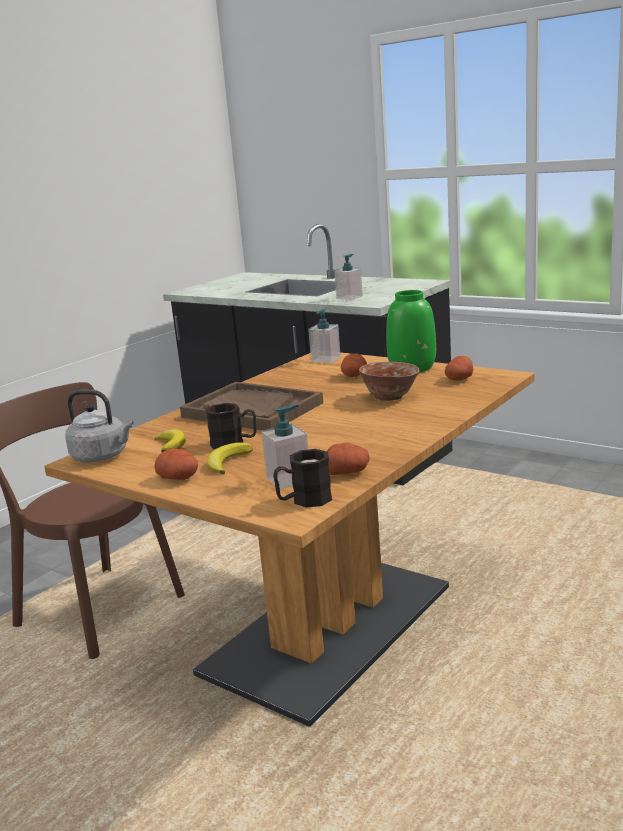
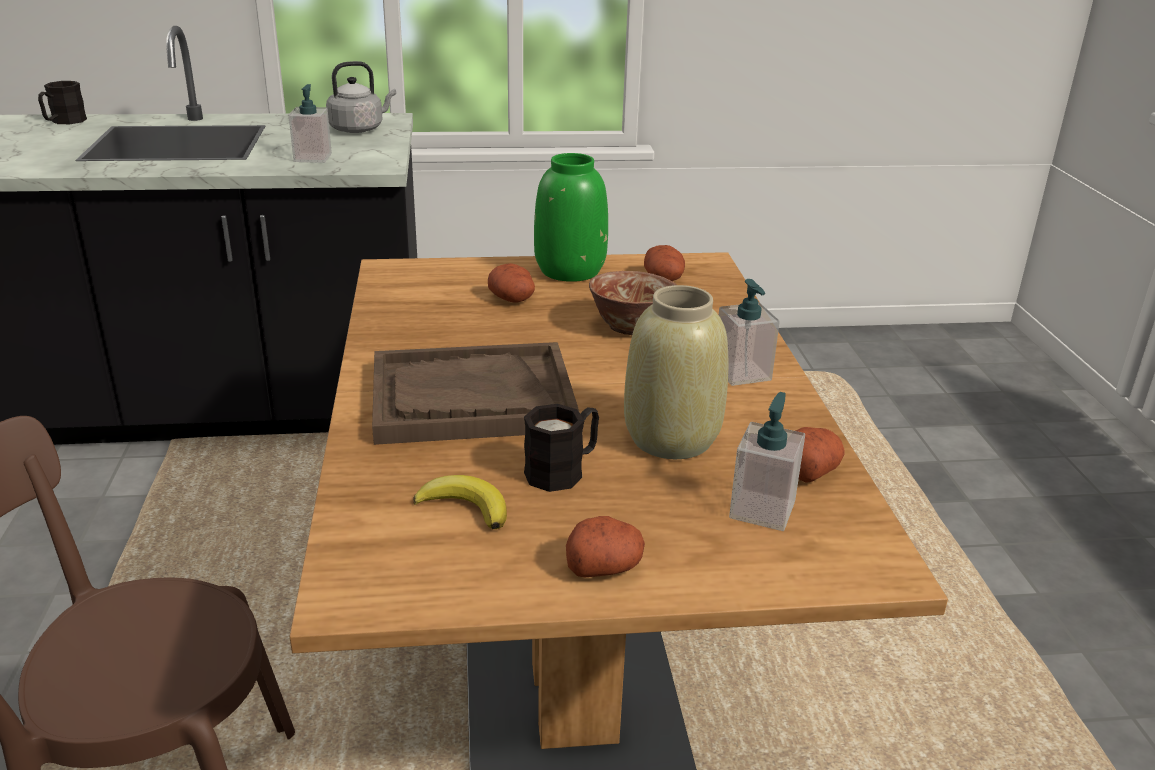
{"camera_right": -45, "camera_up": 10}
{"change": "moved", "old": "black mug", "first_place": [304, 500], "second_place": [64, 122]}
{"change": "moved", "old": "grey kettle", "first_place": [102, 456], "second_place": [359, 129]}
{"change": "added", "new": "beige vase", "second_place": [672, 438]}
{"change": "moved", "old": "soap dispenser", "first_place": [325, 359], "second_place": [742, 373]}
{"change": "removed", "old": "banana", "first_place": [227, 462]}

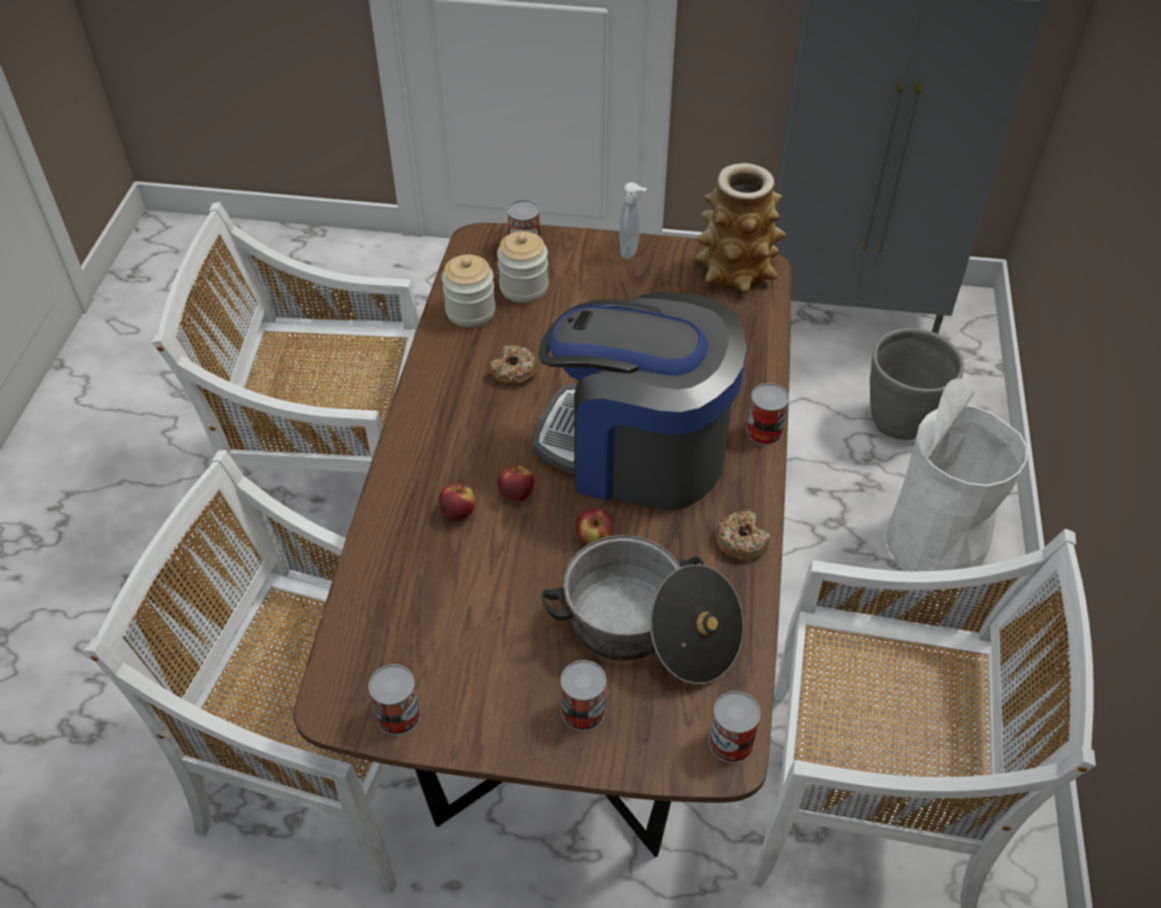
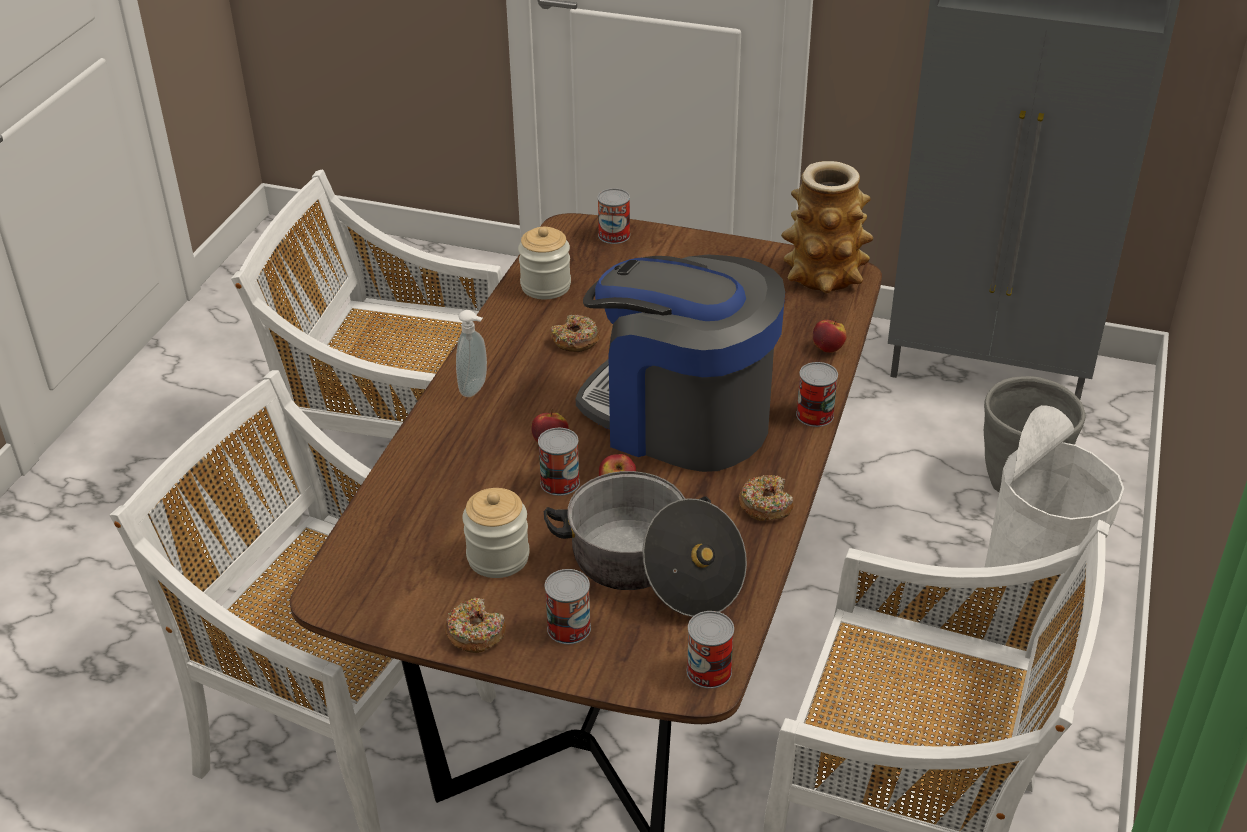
{"camera_right": 10, "camera_up": -10}
{"change": "added", "new": "donut", "second_place": [475, 633]}
{"change": "moved", "old": "soap dispenser", "first_place": [631, 251], "second_place": [475, 389]}
{"change": "moved", "old": "jar", "first_place": [524, 287], "second_place": [498, 557]}
{"change": "moved", "old": "can", "first_place": [398, 715], "second_place": [560, 482]}
{"change": "moved", "old": "apple", "first_place": [458, 513], "second_place": [828, 348]}

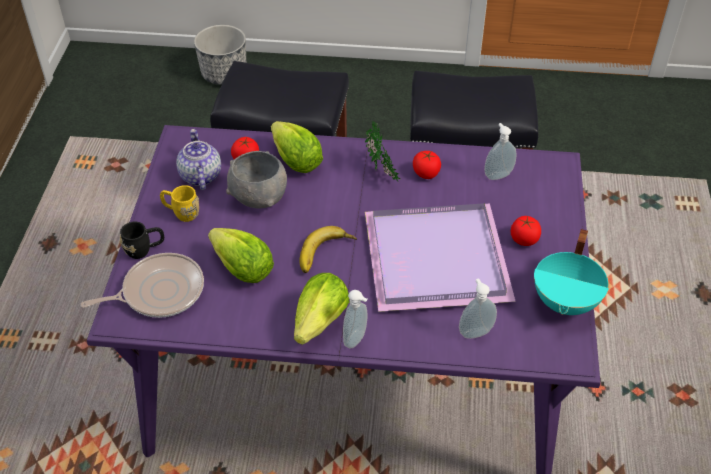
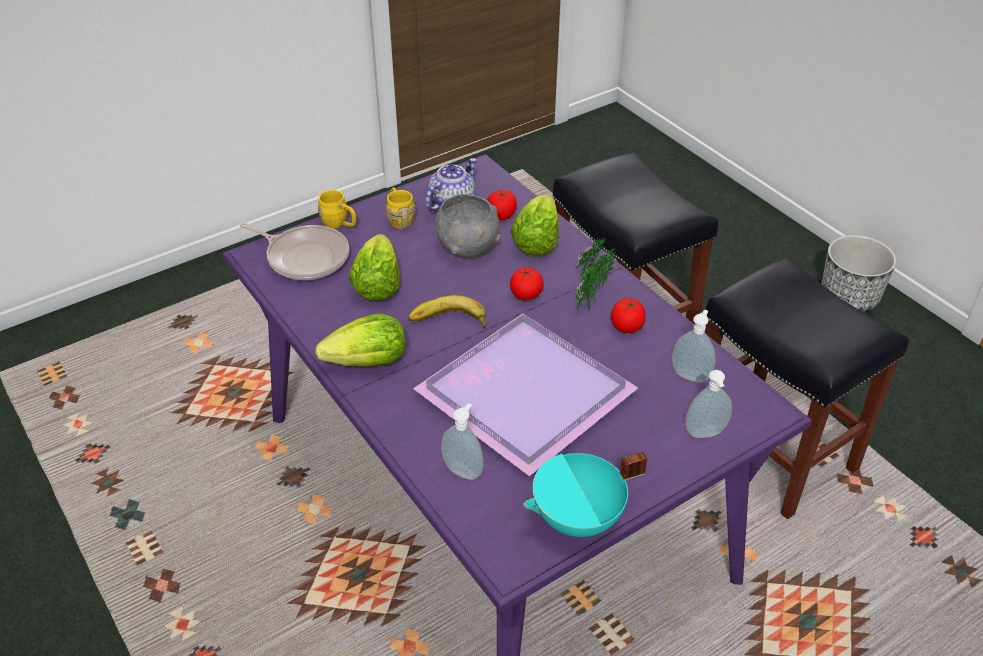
{"camera_right": 50, "camera_up": -5}
{"change": "recoloured", "old": "black mug", "new": "yellow mug", "first_place": [144, 249], "second_place": [339, 224]}
{"change": "moved", "old": "tomato", "first_place": [524, 239], "second_place": [526, 295]}
{"change": "moved", "old": "soap dispenser", "first_place": [356, 339], "second_place": [705, 434]}
{"change": "moved", "old": "planter", "first_place": [224, 74], "second_place": [849, 297]}

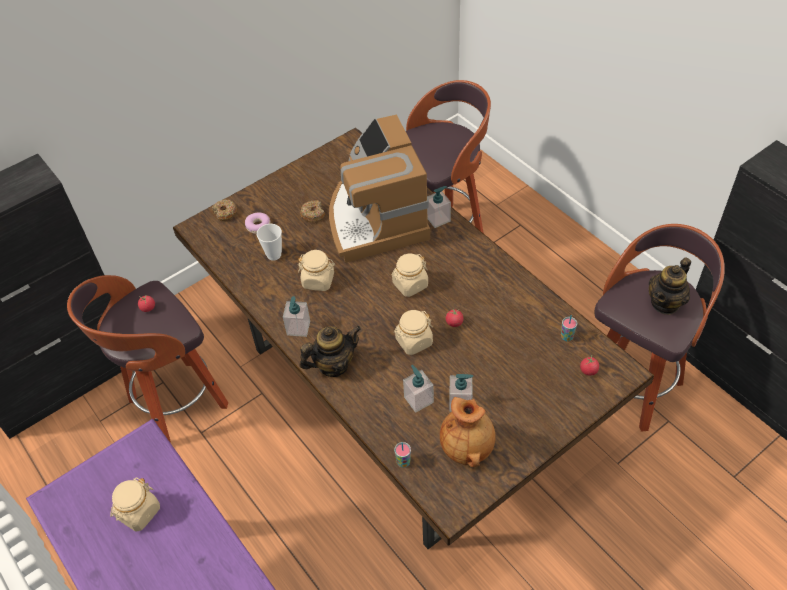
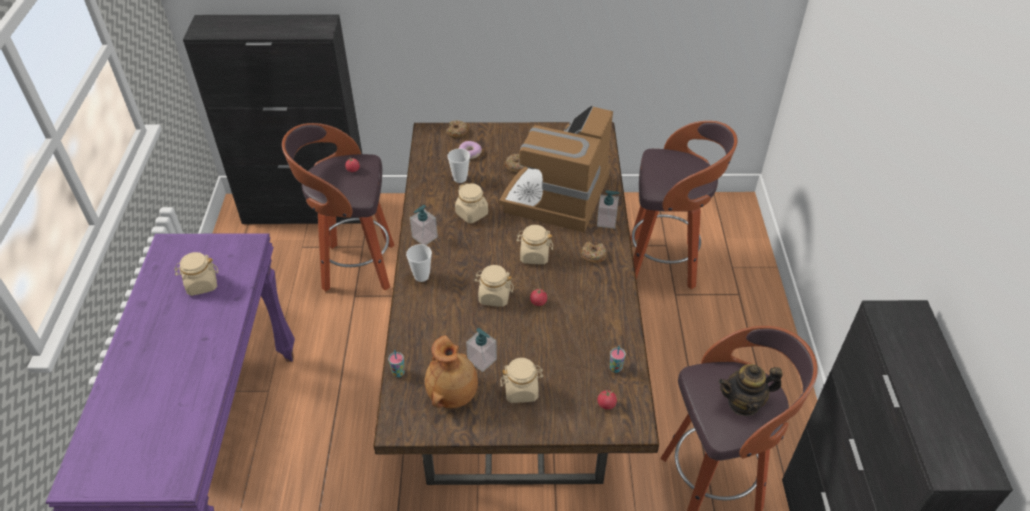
{"camera_right": 35, "camera_up": -5}
{"change": "replaced", "old": "teapot", "new": "cup", "first_place": [333, 365], "second_place": [421, 276]}
{"change": "added", "new": "beige jar", "second_place": [521, 390]}
{"change": "added", "new": "donut", "second_place": [593, 255]}
{"change": "removed", "old": "soap dispenser", "first_place": [418, 399]}

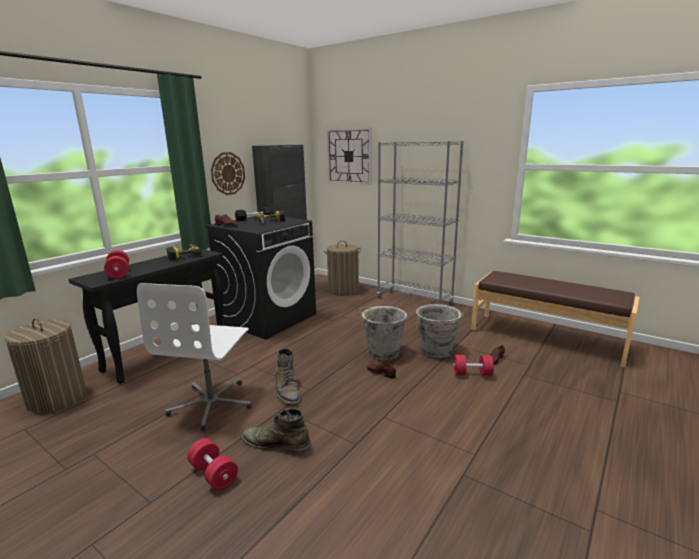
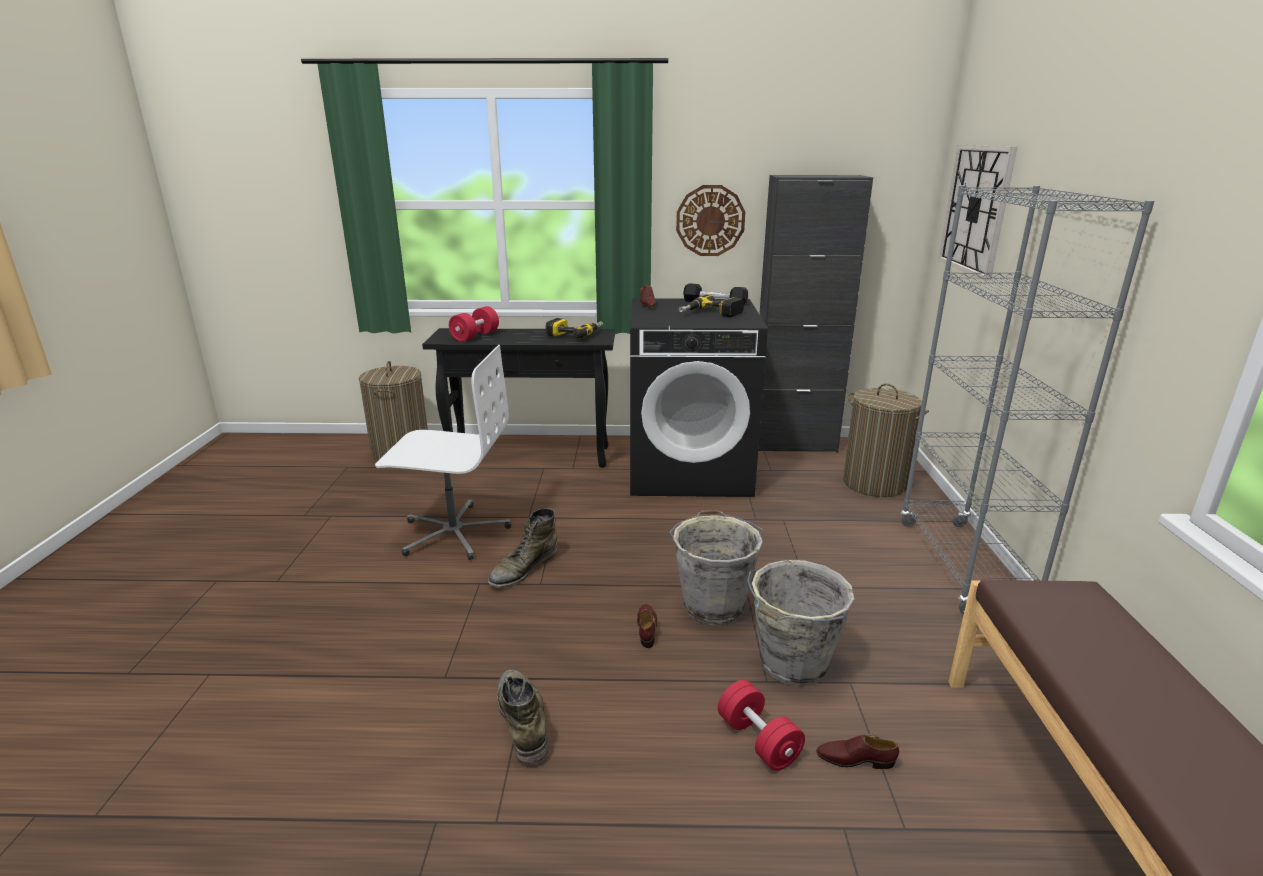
{"camera_right": 55, "camera_up": 5}
{"change": "turned", "old": "white office chair", "first_place": [212, 404], "second_place": [453, 533], "degrees": -150}
{"change": "moved", "old": "green boot", "first_place": [276, 443], "second_place": [522, 719]}
{"change": "removed", "old": "red dumbbell", "first_place": [213, 474]}

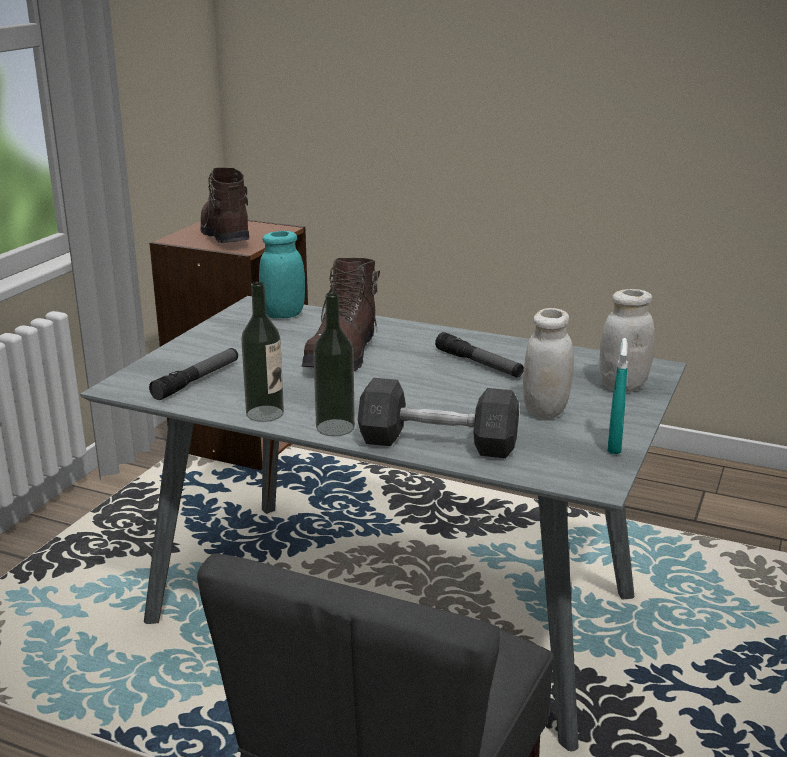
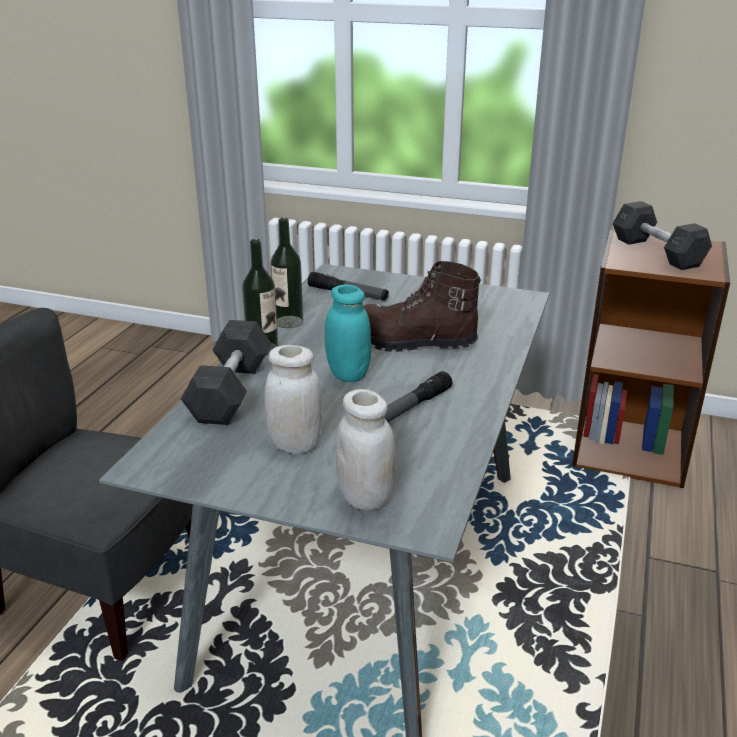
{"camera_right": 85, "camera_up": 5}
{"change": "moved", "old": "turquoise jar", "first_place": [283, 314], "second_place": [348, 374]}
{"change": "replaced", "old": "brown boot", "new": "grey dumbbell", "first_place": [224, 235], "second_place": [657, 252]}
{"change": "removed", "old": "turquoise spray bottle", "first_place": [614, 446]}

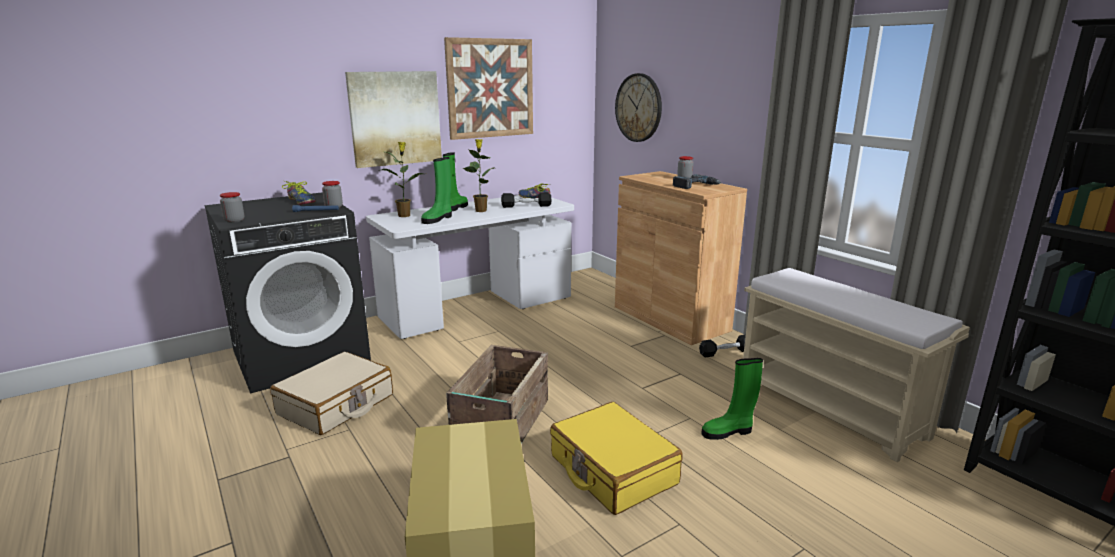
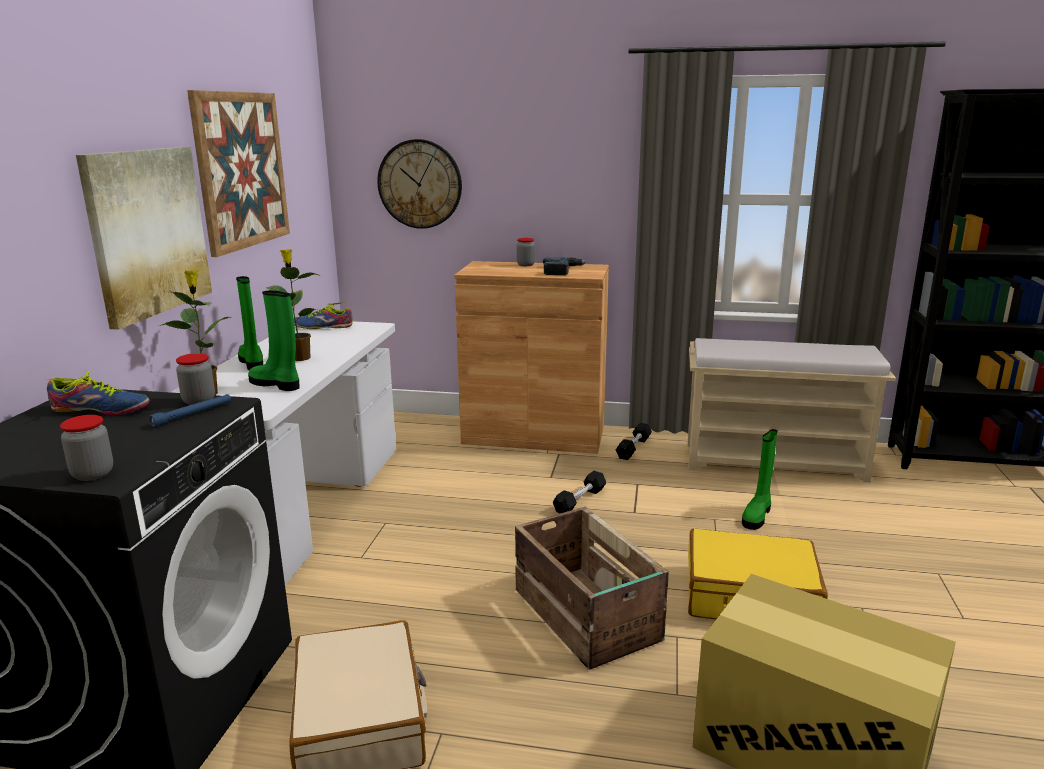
{"camera_right": -45, "camera_up": 0}
{"change": "turned", "old": "green boot", "first_place": [438, 219], "second_place": [276, 384], "degrees": 135}
{"change": "moved", "old": "black dumbbell", "first_place": [526, 206], "second_place": [580, 500]}

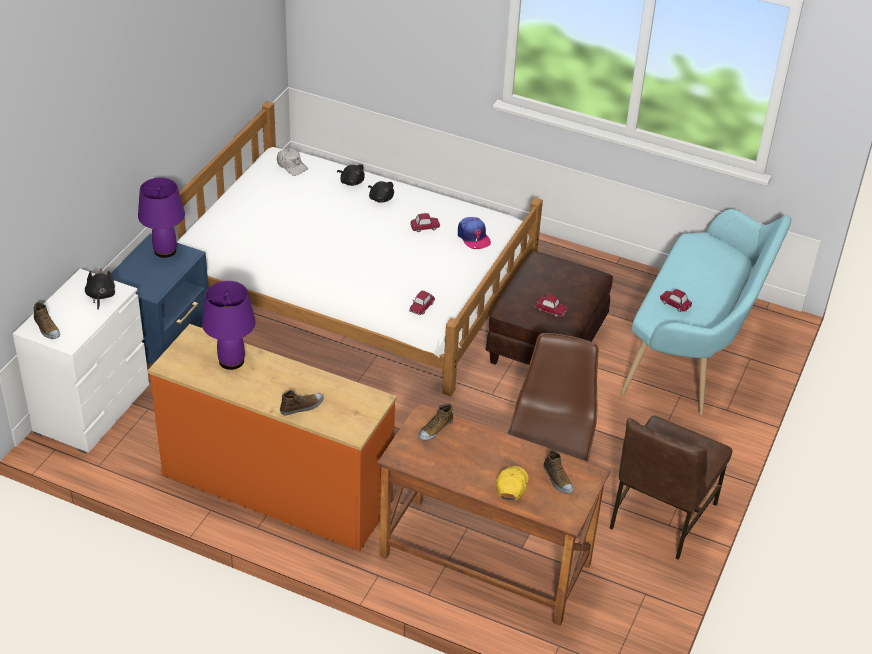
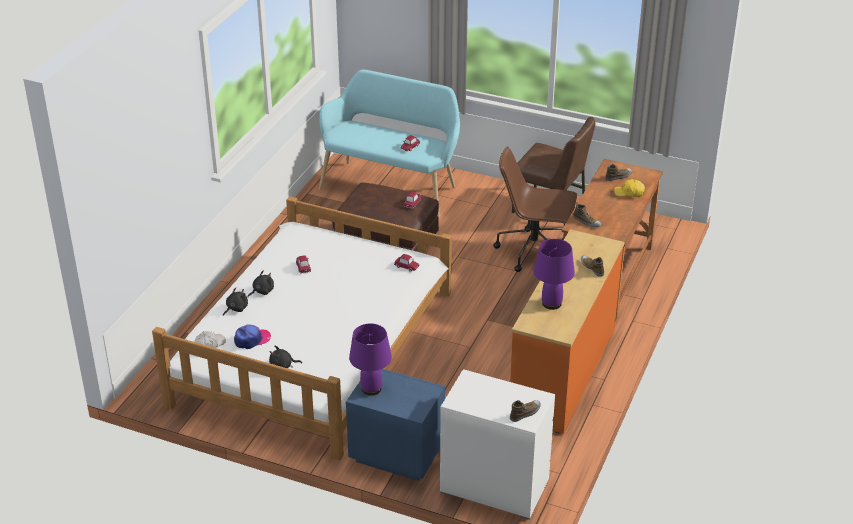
{"camera_right": -90, "camera_up": -5}
{"change": "moved", "old": "cap", "first_place": [473, 237], "second_place": [252, 340]}
{"change": "moved", "old": "black plush toy", "first_place": [100, 296], "second_place": [283, 366]}

